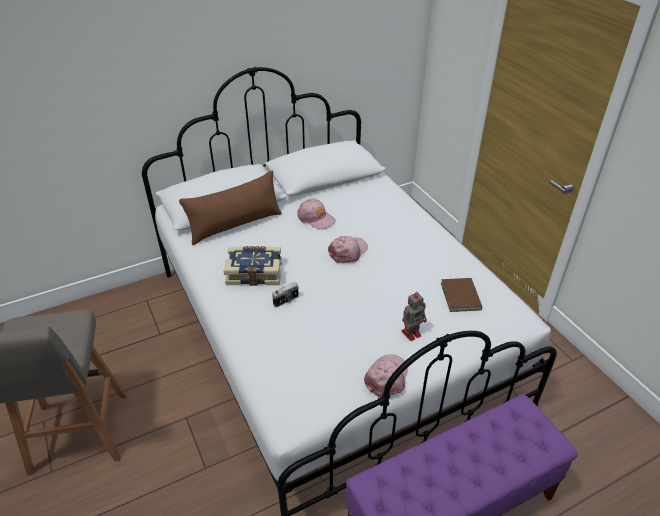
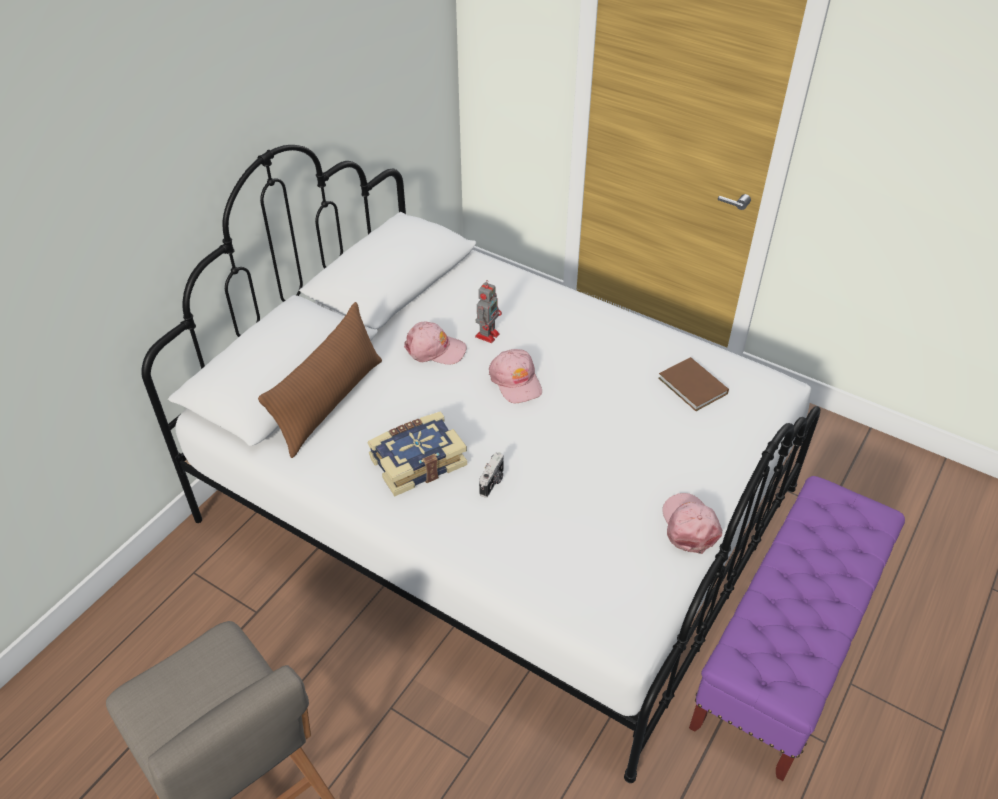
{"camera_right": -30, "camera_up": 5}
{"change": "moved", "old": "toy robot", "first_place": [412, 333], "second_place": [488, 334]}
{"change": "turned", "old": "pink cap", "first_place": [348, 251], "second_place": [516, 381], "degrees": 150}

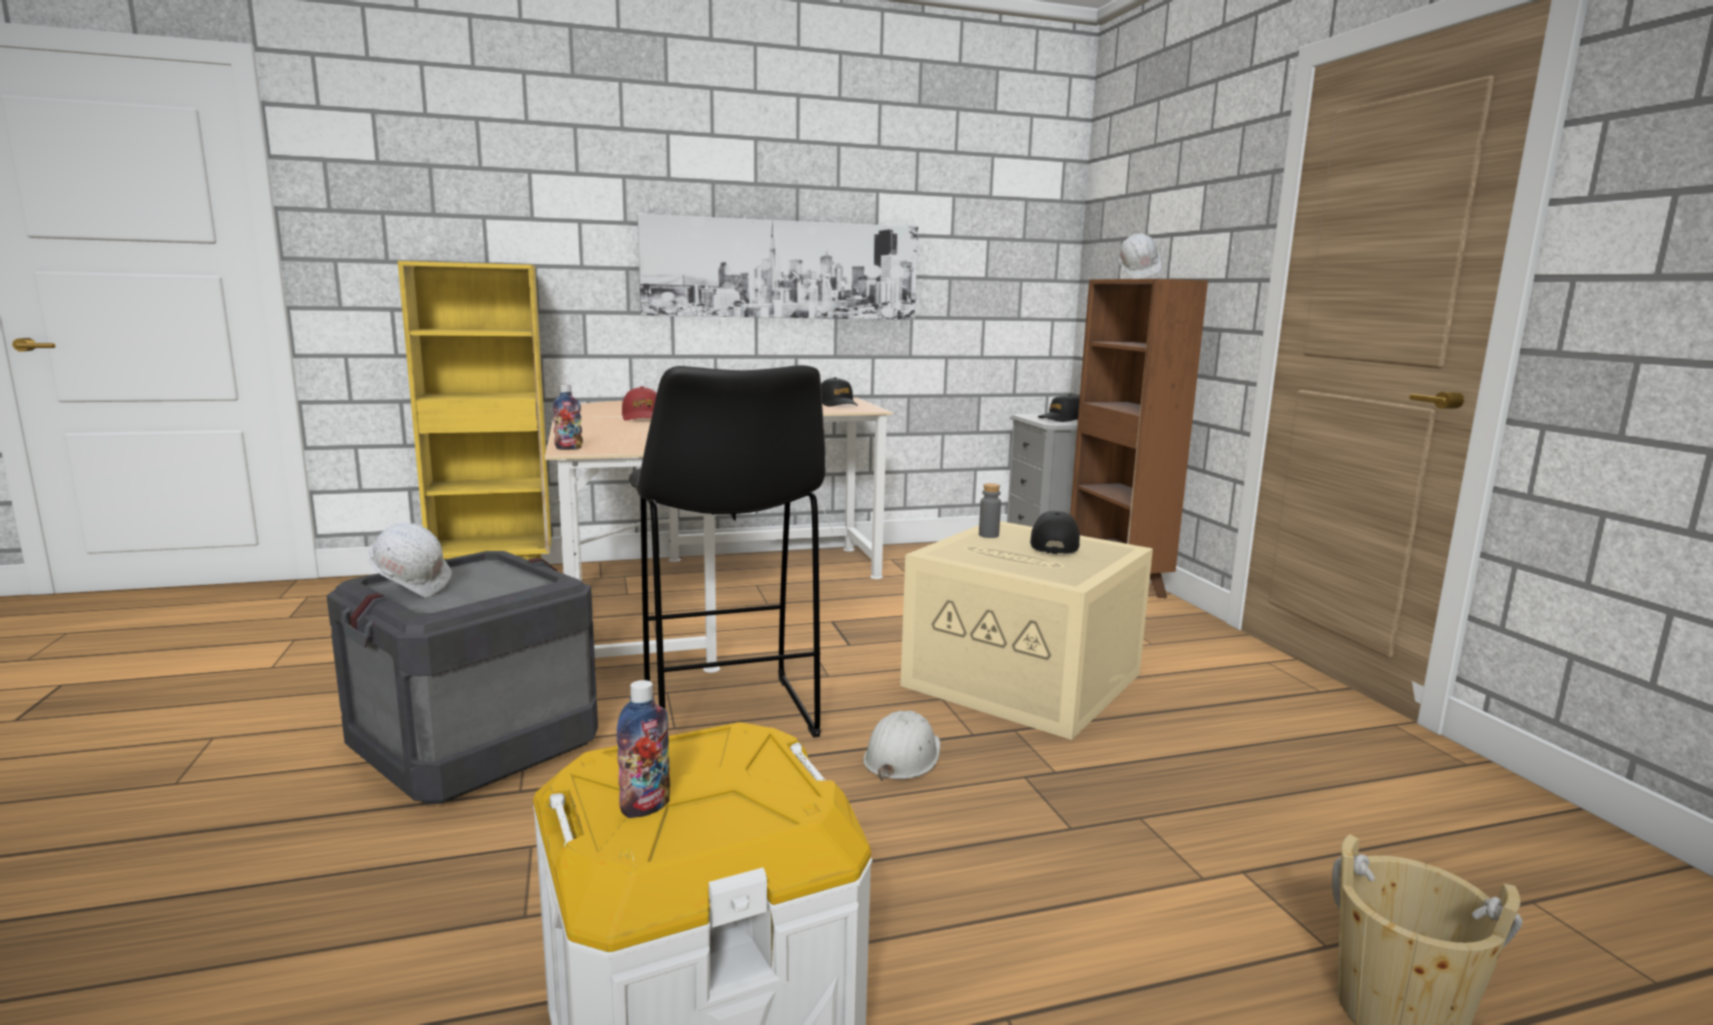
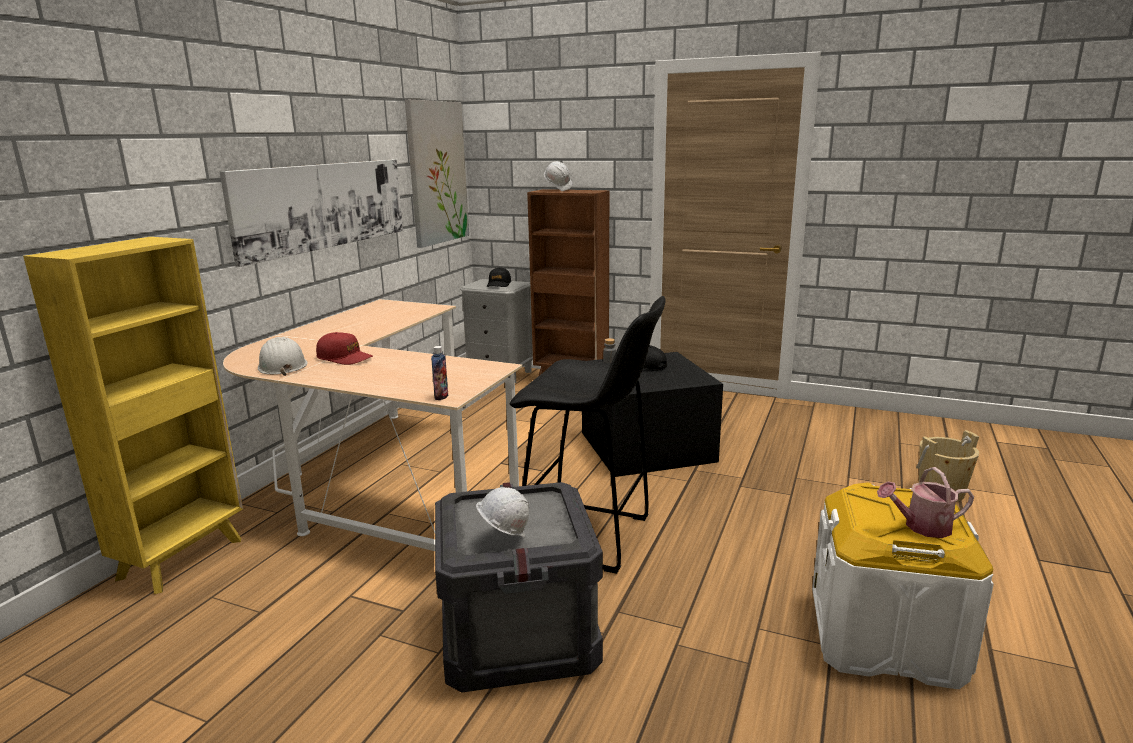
{"camera_right": -50, "camera_up": 5}
{"change": "moved", "old": "white hard hat", "first_place": [902, 757], "second_place": [282, 366]}
{"change": "added", "new": "picture", "second_place": [437, 173]}
{"change": "recoloured", "old": "beige storage box", "new": "black storage box", "first_place": [1026, 679], "second_place": [648, 446]}
{"change": "replaced", "old": "bottle", "new": "watering can", "first_place": [645, 807], "second_place": [922, 527]}
{"change": "removed", "old": "black cap", "first_place": [837, 404]}

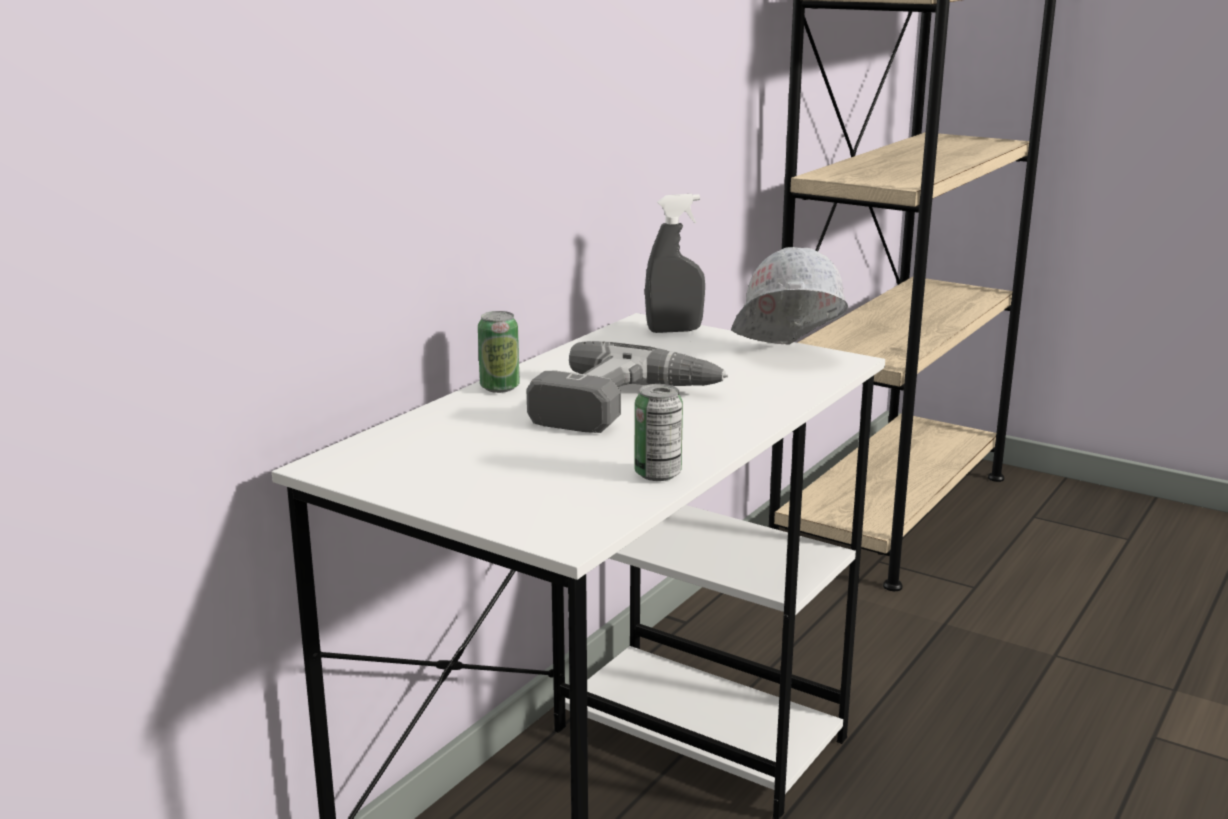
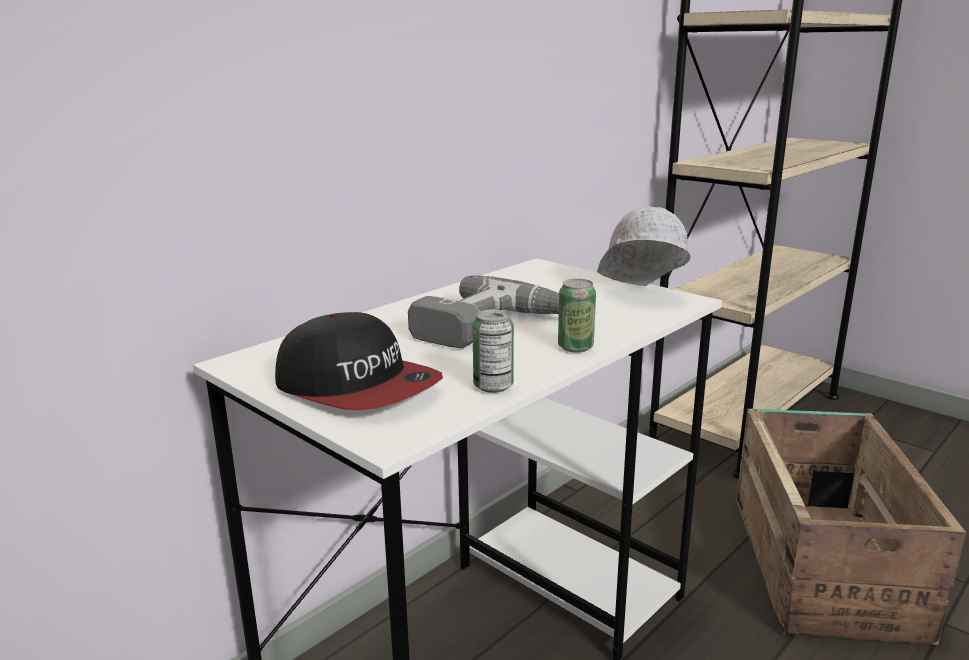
{"camera_right": 10, "camera_up": 0}
{"change": "added", "new": "cap", "second_place": [358, 386]}
{"change": "moved", "old": "can", "first_place": [499, 387], "second_place": [575, 347]}
{"change": "added", "new": "crate", "second_place": [823, 562]}
{"change": "removed", "old": "grey spray bottle", "first_place": [674, 330]}

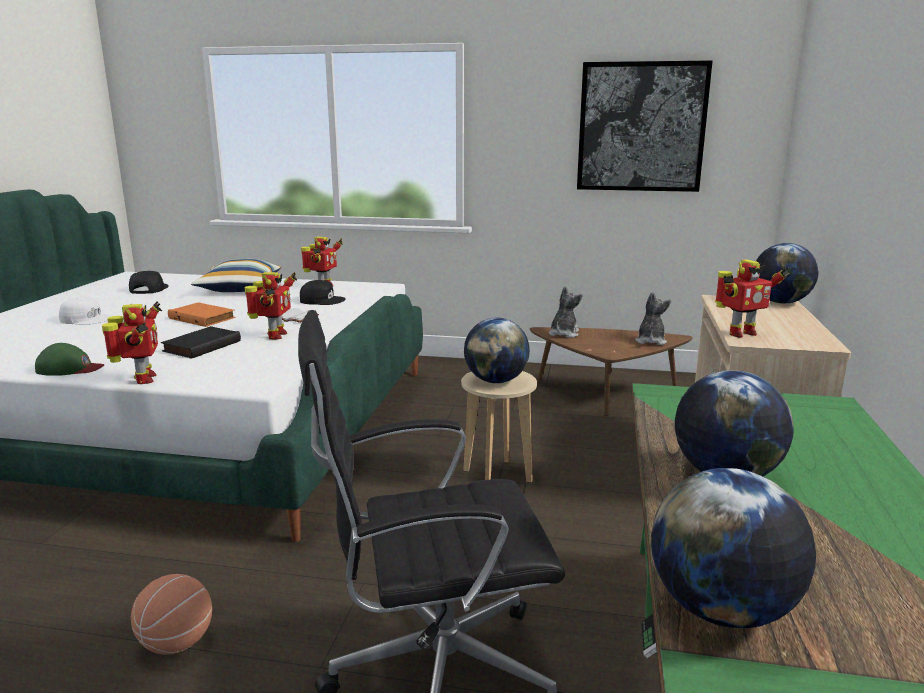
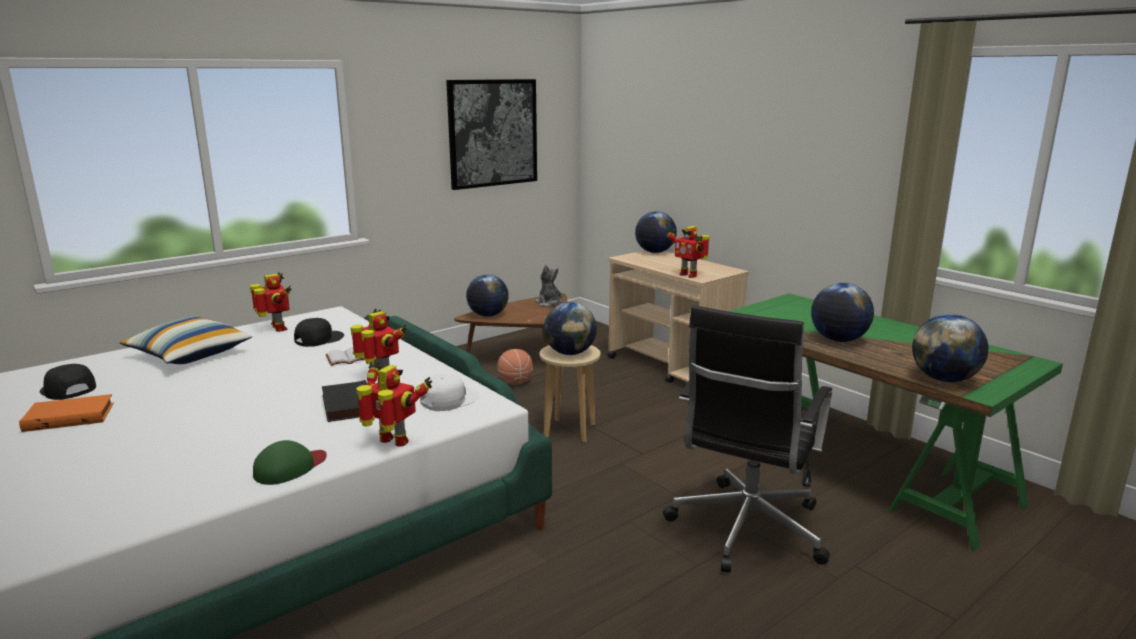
{"camera_right": -50, "camera_up": 0}
{"change": "moved", "old": "orange book", "first_place": [203, 318], "second_place": [70, 416]}
{"change": "moved", "old": "white cap", "first_place": [87, 319], "second_place": [448, 399]}
{"change": "replaced", "old": "plush toy", "new": "globe", "first_place": [563, 334], "second_place": [487, 315]}
{"change": "moved", "old": "basketball", "first_place": [177, 643], "second_place": [515, 382]}
{"change": "turned", "old": "toy robot", "first_place": [740, 333], "second_place": [688, 275], "degrees": 120}

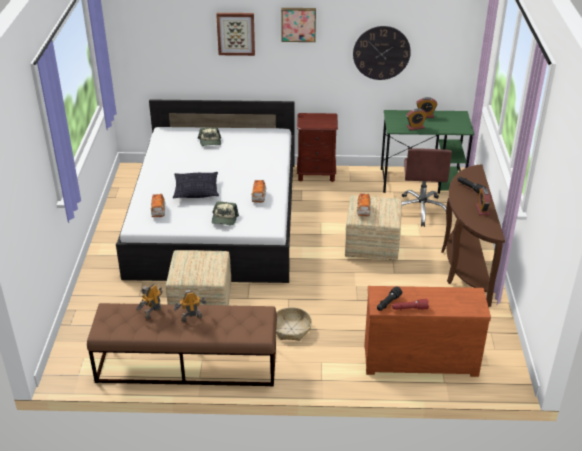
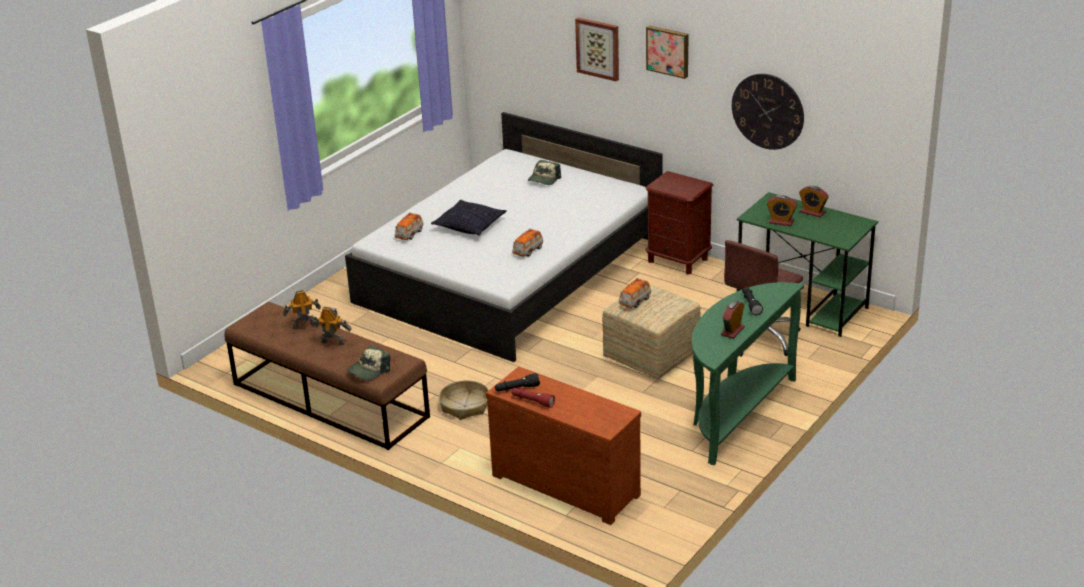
{"camera_right": 35, "camera_up": -5}
{"change": "moved", "old": "cap", "first_place": [224, 219], "second_place": [369, 370]}
{"change": "recoloured", "old": "brown console table", "new": "green console table", "first_place": [464, 266], "second_place": [735, 414]}
{"change": "removed", "old": "ottoman", "first_place": [202, 303]}

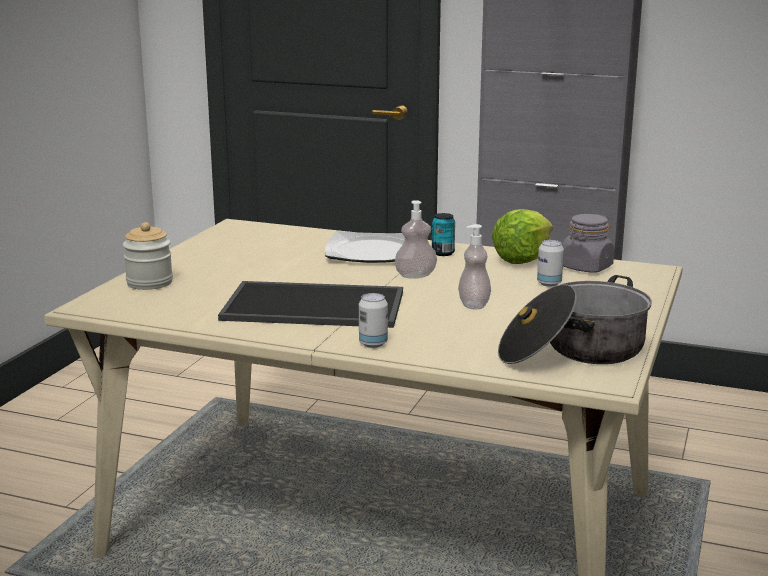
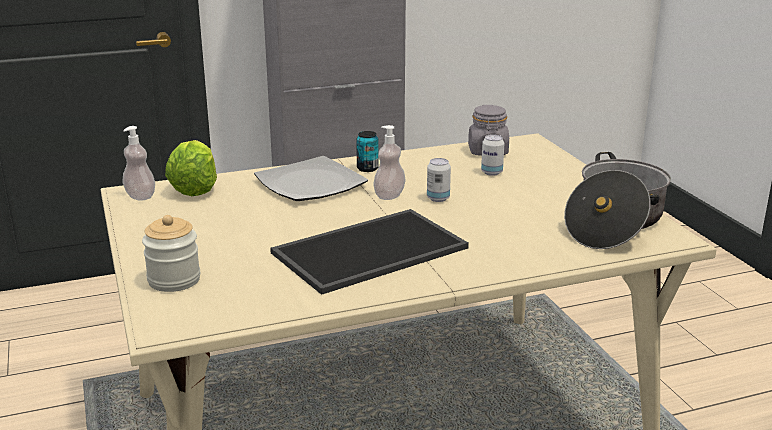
{"camera_right": -40, "camera_up": 5}
{"change": "moved", "old": "soap dispenser", "first_place": [474, 305], "second_place": [140, 196]}
{"change": "moved", "old": "lettuce", "first_place": [522, 259], "second_place": [195, 188]}
{"change": "moved", "old": "can", "first_place": [373, 343], "second_place": [438, 198]}

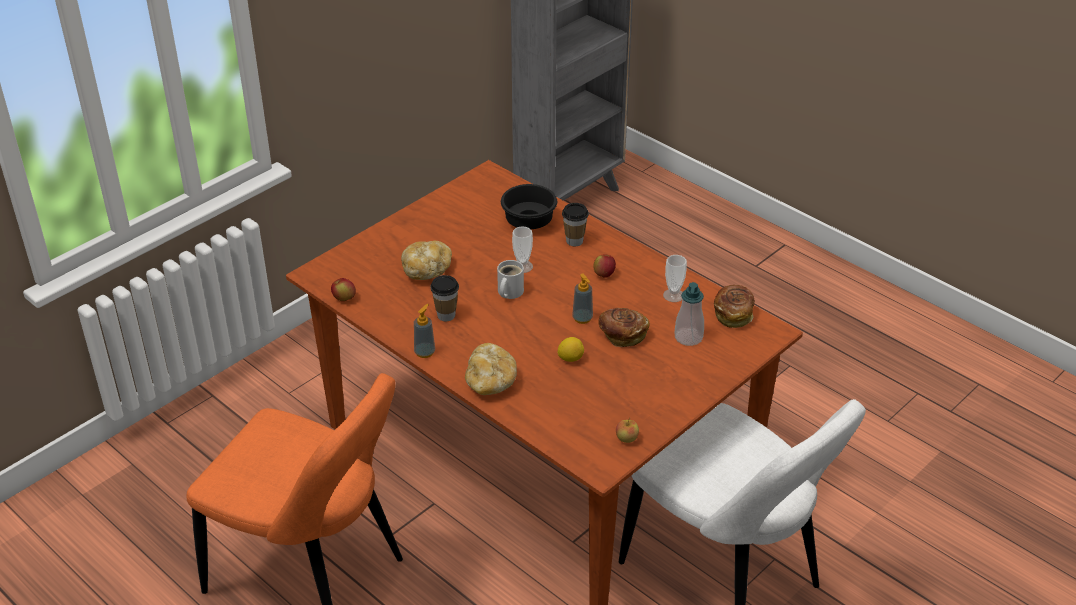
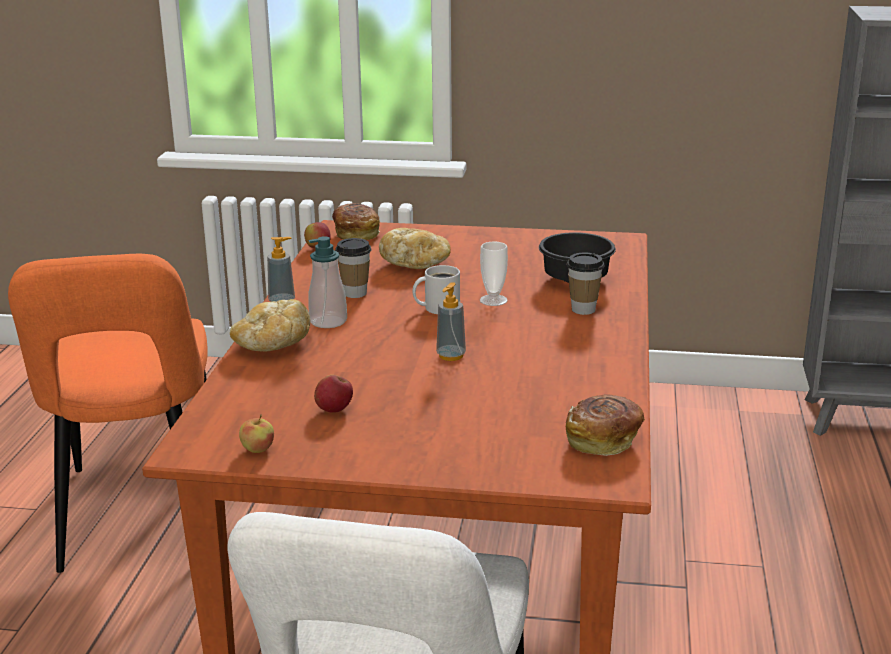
{"camera_right": 55, "camera_up": -15}
{"change": "moved", "old": "soap dispenser", "first_place": [688, 337], "second_place": [328, 321]}
{"change": "moved", "old": "apple", "first_place": [604, 274], "second_place": [334, 410]}
{"change": "moved", "old": "bread", "first_place": [622, 335], "second_place": [356, 234]}
{"change": "removed", "old": "lemon", "first_place": [570, 358]}
{"change": "removed", "old": "cup", "first_place": [673, 295]}

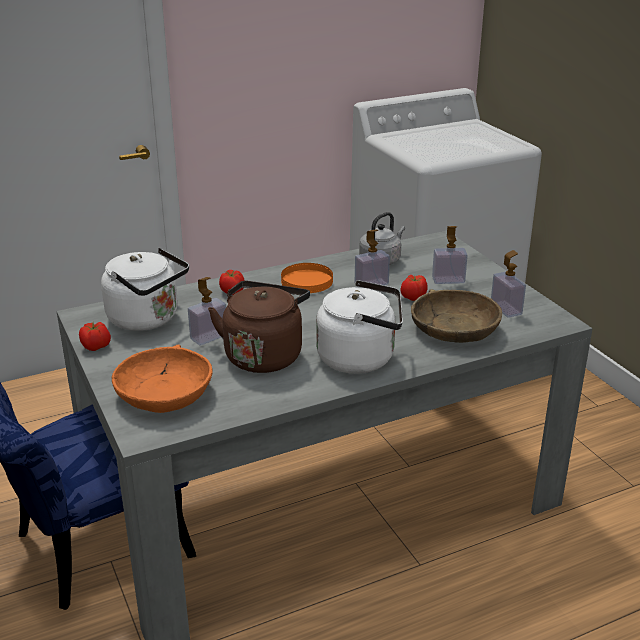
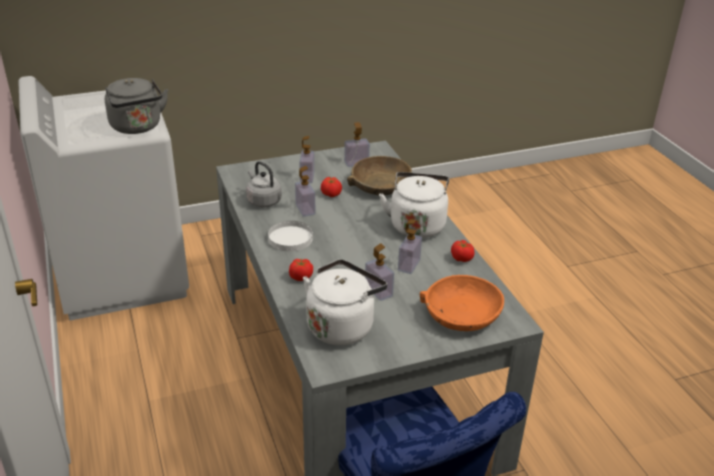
{"camera_right": -85, "camera_up": 5}
{"change": "added", "new": "grey kettle", "second_place": [137, 127]}
{"change": "recoloured", "old": "orange plate", "new": "white plate", "first_place": [307, 281], "second_place": [290, 238]}
{"change": "replaced", "old": "brown kettle", "new": "soap dispenser", "first_place": [264, 355], "second_place": [409, 265]}
{"change": "moved", "old": "tomato", "first_place": [96, 347], "second_place": [461, 258]}

